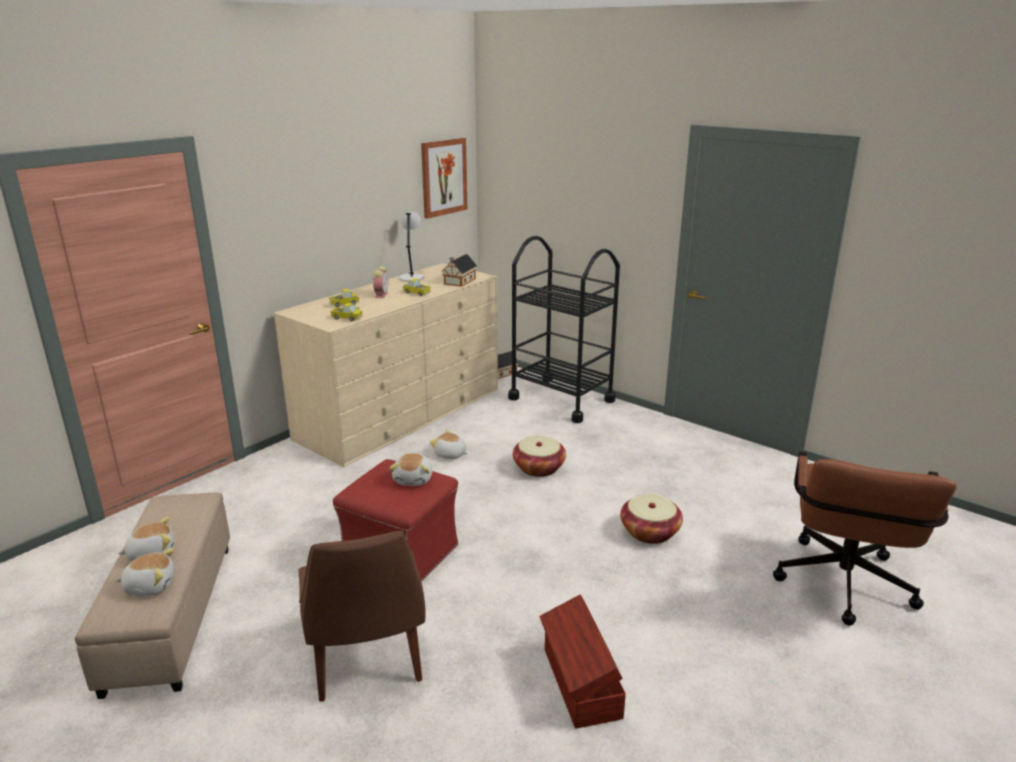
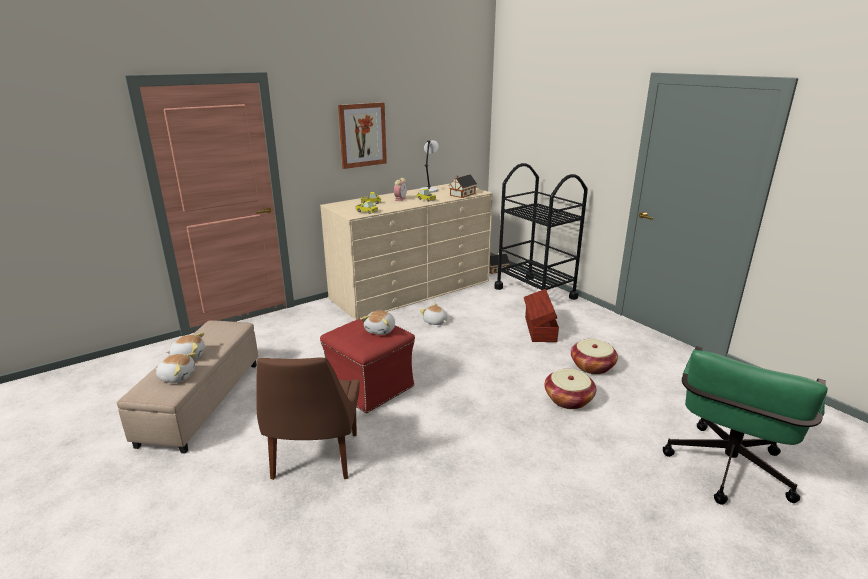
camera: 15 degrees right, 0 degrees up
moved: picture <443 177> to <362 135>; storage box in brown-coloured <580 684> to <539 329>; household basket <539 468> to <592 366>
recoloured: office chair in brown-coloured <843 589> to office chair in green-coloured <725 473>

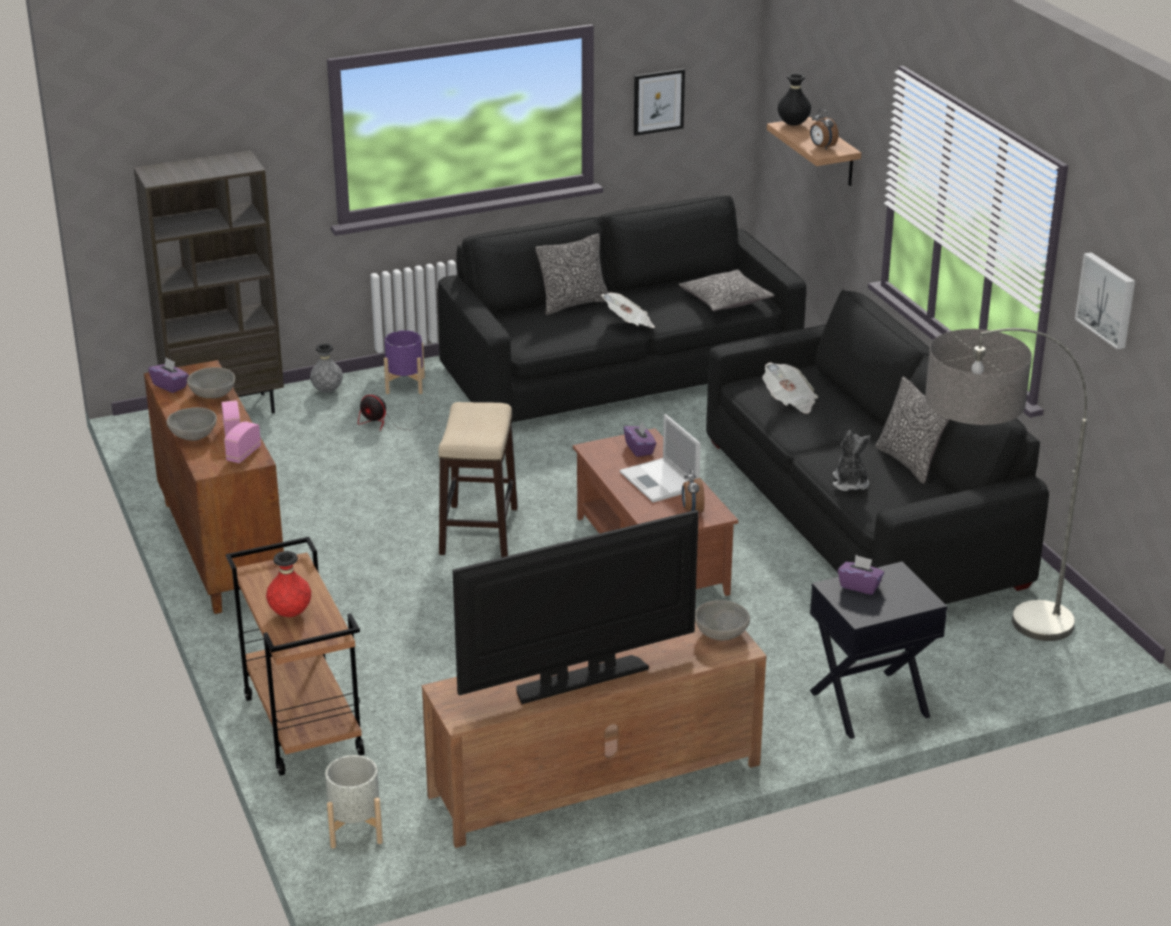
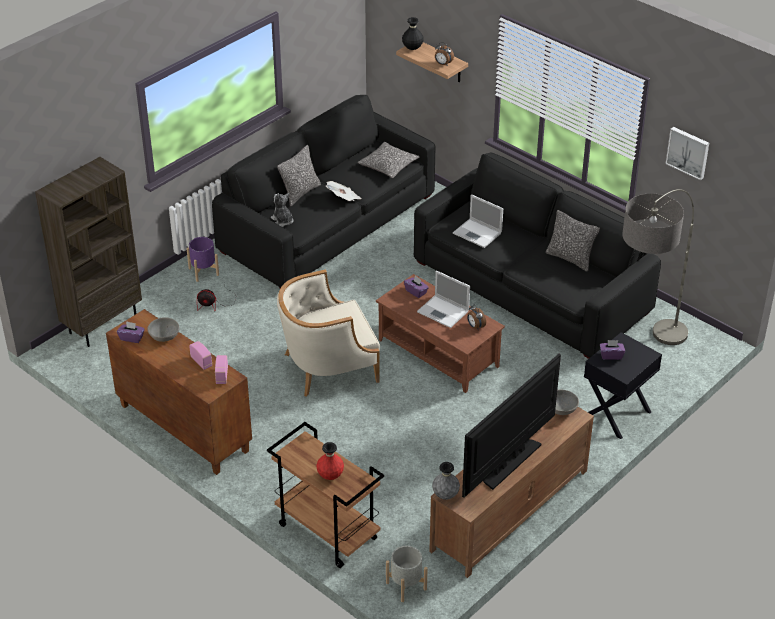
camera: 25 degrees left, 10 degrees up
removed: serving bowl in greyish <193 436>; picture <658 101>
moved: soft toy <850 483> to <282 221>; decorative vase in greyish <327 391> to <445 495>
replaced: sitting stool <479 530> to armchair in sand-coloured <328 366>; newspaper <789 401> to notebook computer <478 233>

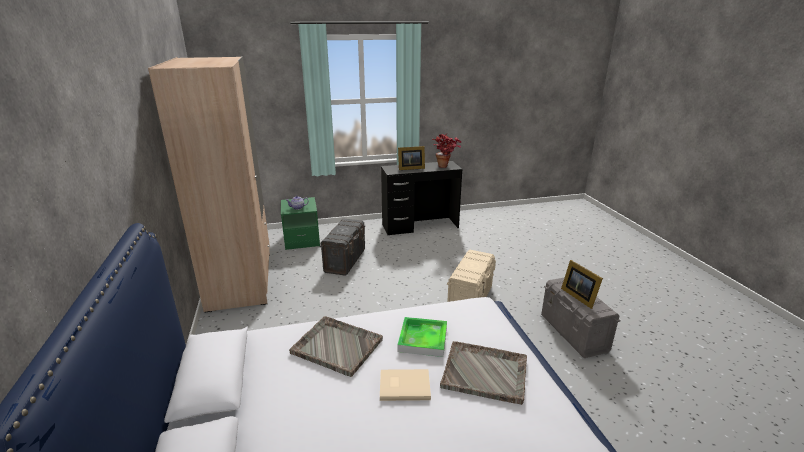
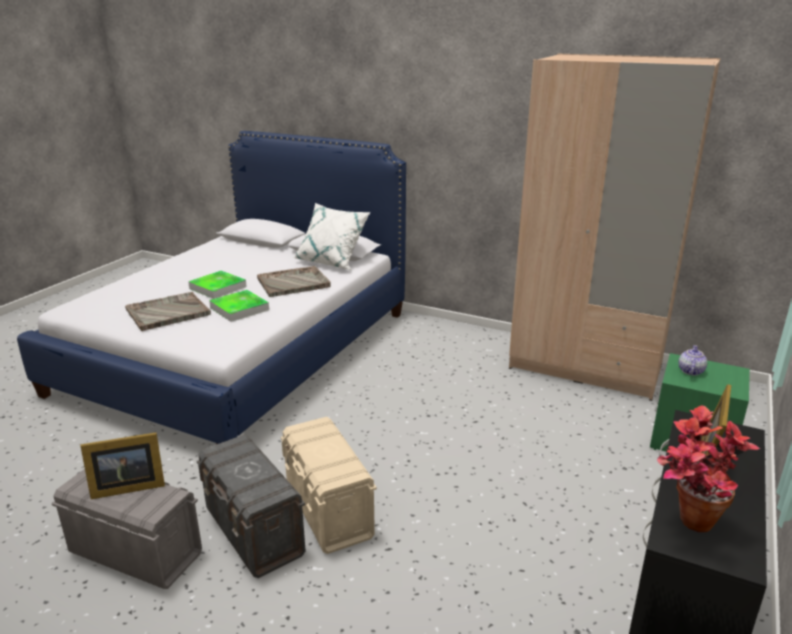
camera: 130 degrees right, 0 degrees up
added: cushion in whitish <332 262>
moved: storage box in greyish <345 260> to <254 532>
replaced: bound book in sand-coloured <404 385> to serving tray <218 287>
turned: picture frame <578 296> = <126 487> 150 degrees clockwise

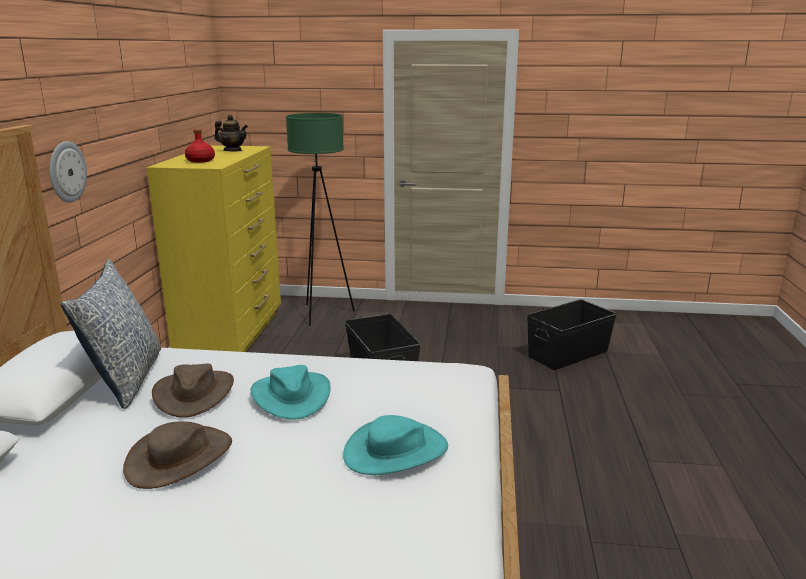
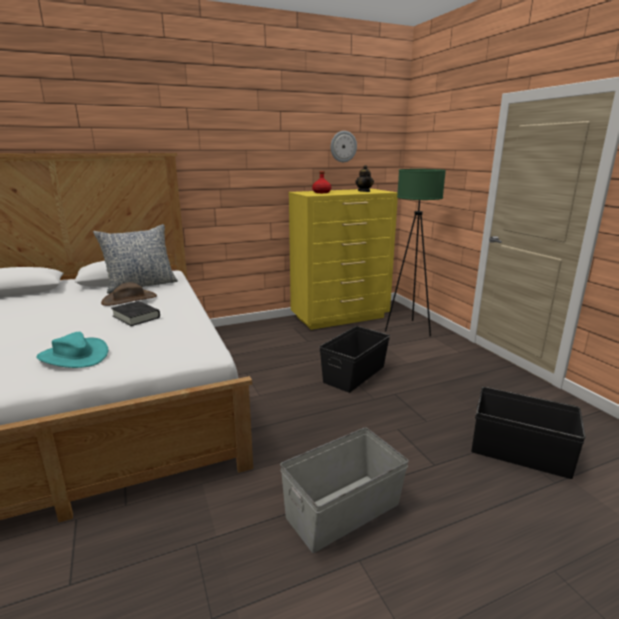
camera: 60 degrees right, 0 degrees up
removed: clothing hat in brown-coloured <180 457>
added: storage box in greyish <344 510>
moved: clock on the wall <66 172> to <343 146>
replaced: clothing hat in turquoise <291 396> to bound book in black-coloured <136 317>

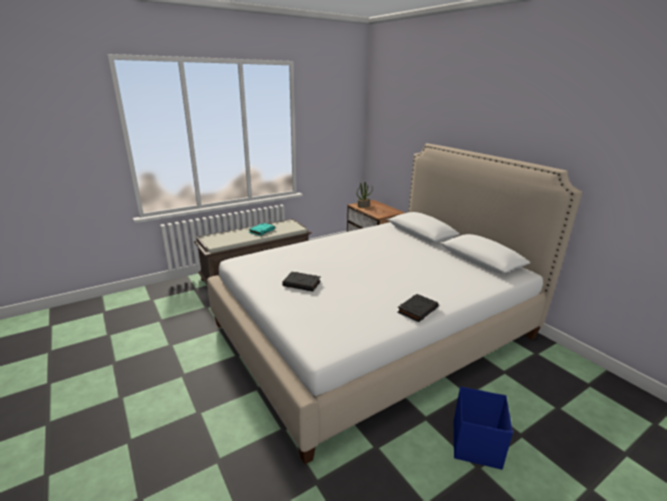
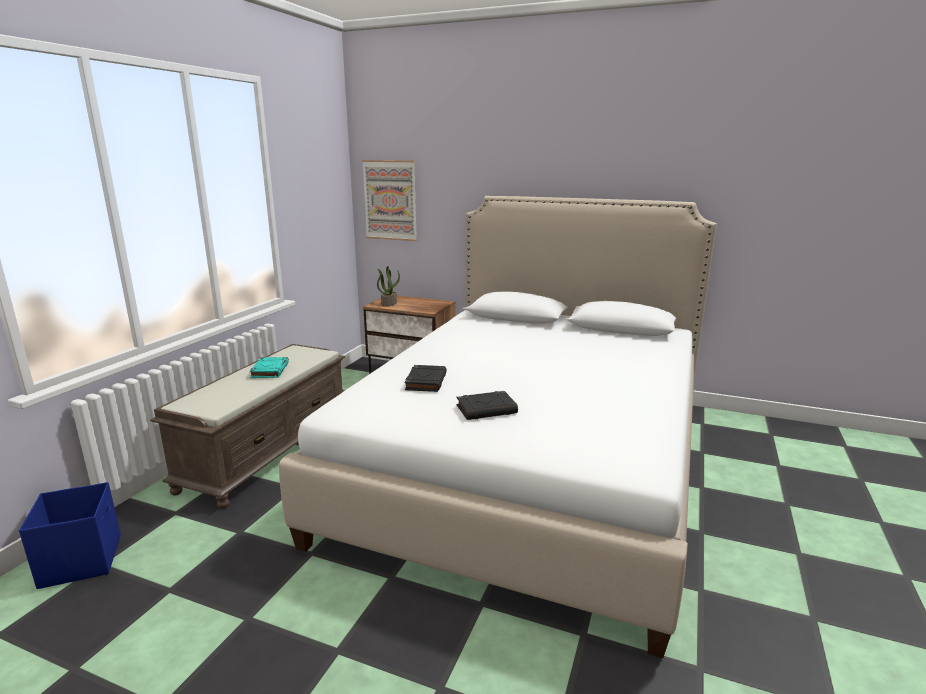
camera: 35 degrees left, 5 degrees down
added: picture <390 200>
moved: storage box in bluish <476 443> to <82 560>; bound book in black-coloured <417 310> to <426 381>

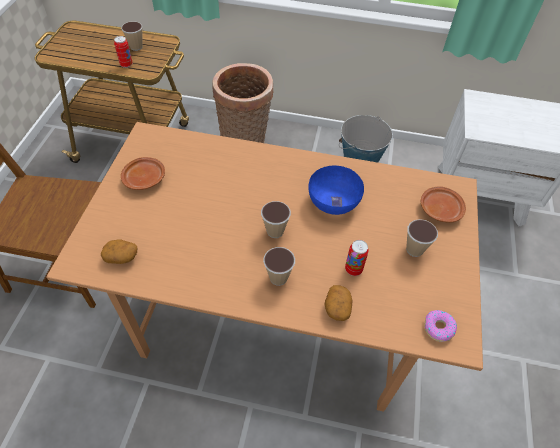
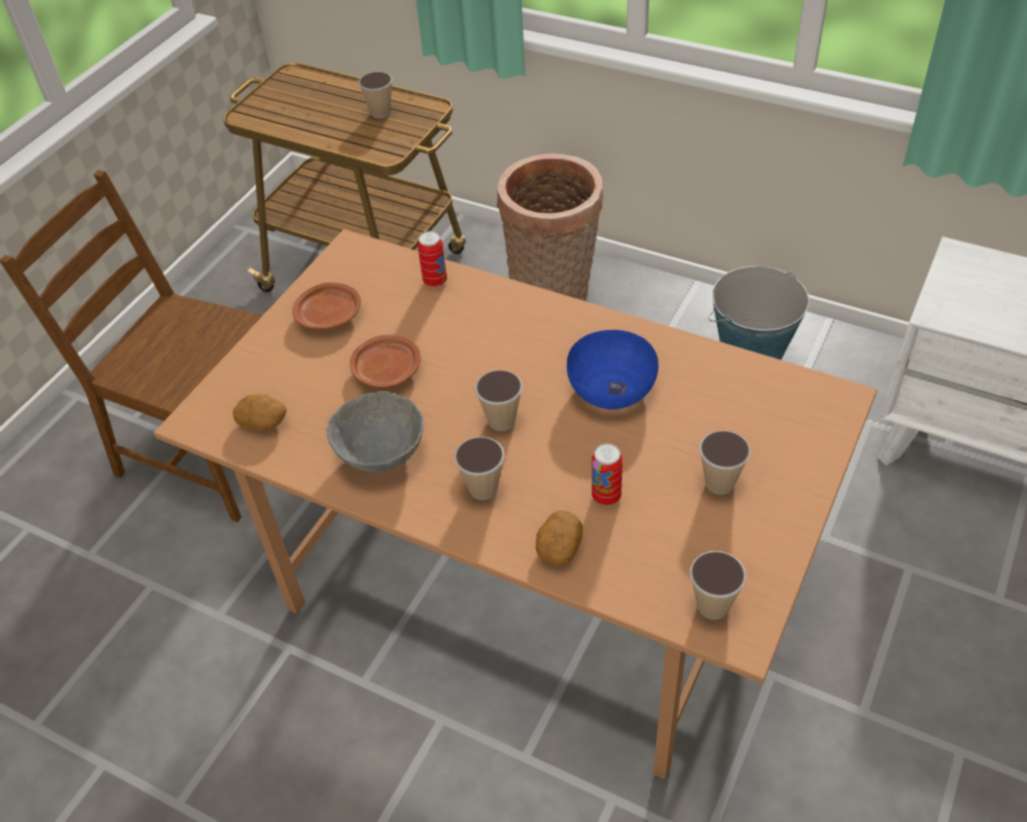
camera: 20 degrees right, 5 degrees down
added: serving bowl in greyish <381 454>
moved: dinner plate in brown-coloured <440 209> to <387 370>; sealed can <126 64> to <435 281>
replaced: doughnut <438 328> to cup <712 606>

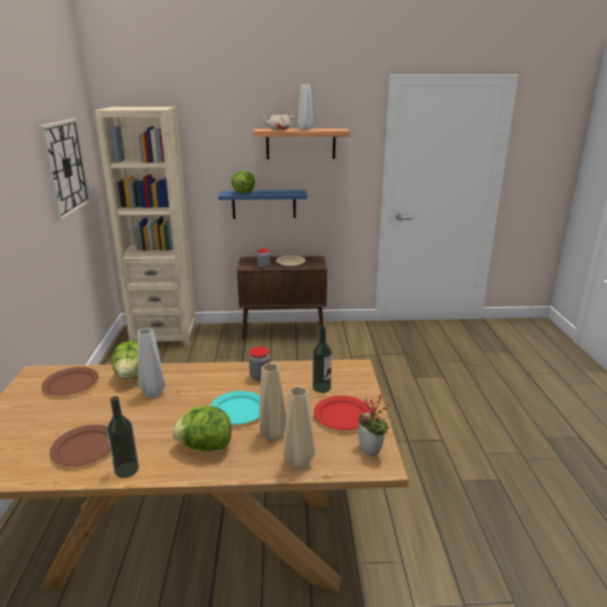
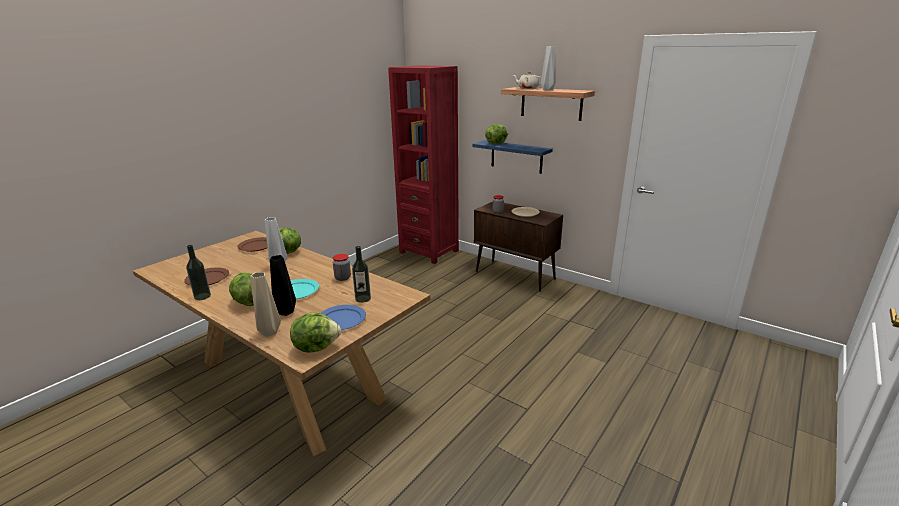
camera: 40 degrees right, 0 degrees up
removed: clock on the wall <65 167>
replaced: potted plant <372 450> to lettuce <316 347>
recoloured: decorative vase in sand-coloured <271 436> to decorative vase in black-coloured <285 312>; dinner plate in red-coloured <343 415> to dinner plate in bluish <341 320>; shelving unit in sand-coloured <164 335> to shelving unit in red-coloured <429 251>

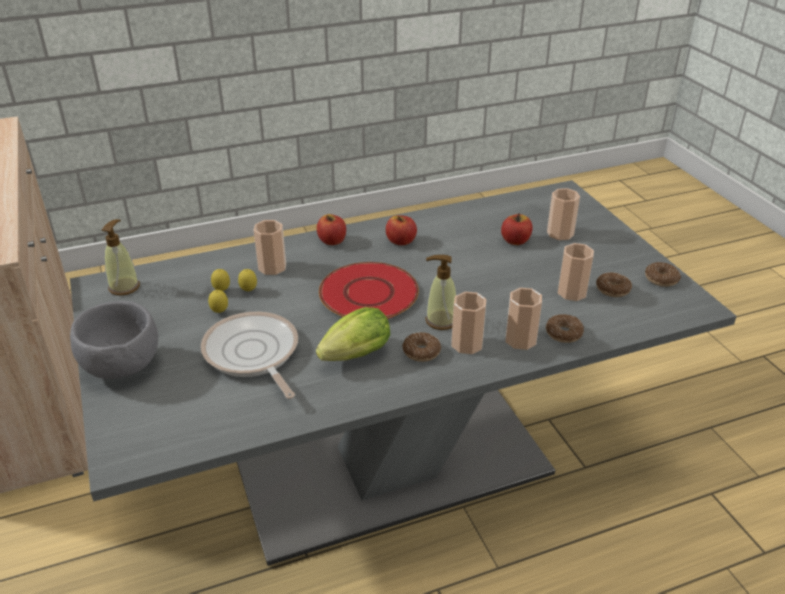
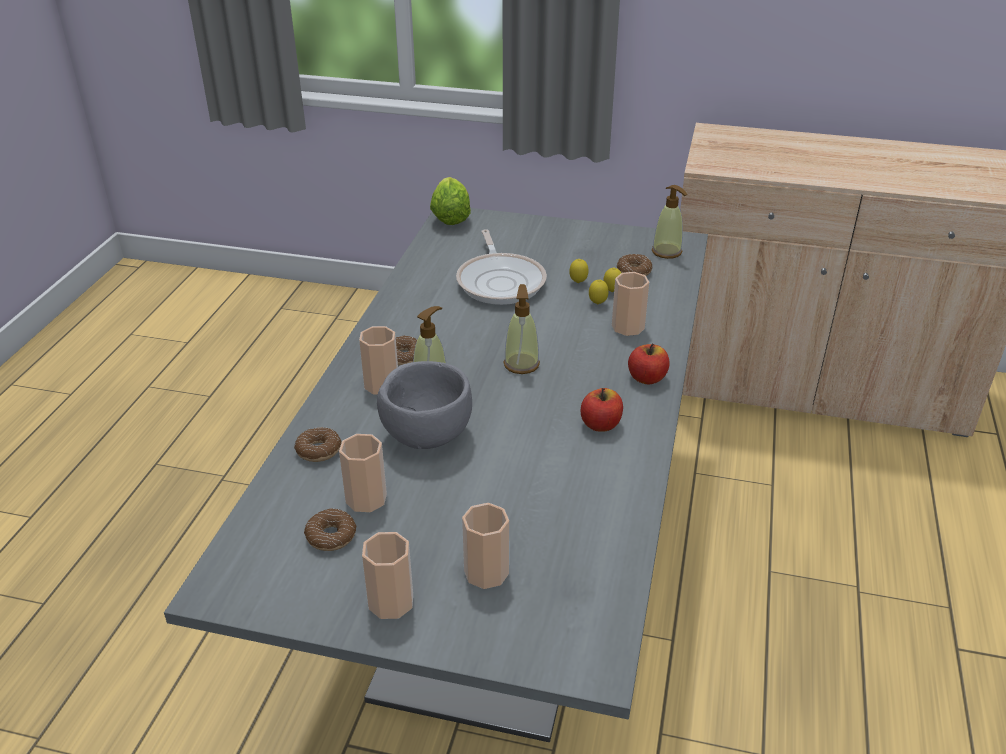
camera: 125 degrees right, 0 degrees up
removed: apple <515 241>
moved: cup <520 340> to <391 602>; serving bowl in greyish <121 367> to <427 434>; lettuce <352 357> to <450 216>; doughnut <661 279> to <634 271>
replaced: dinner plate in red-coloured <369 293> to liquid soap bottle <521 364>
turned: frying pan <252 354> = <501 281> 75 degrees clockwise

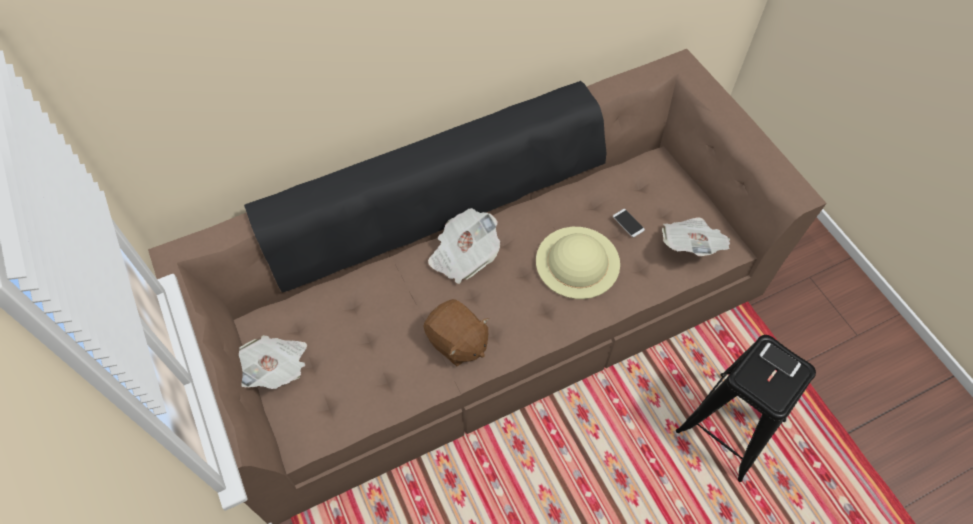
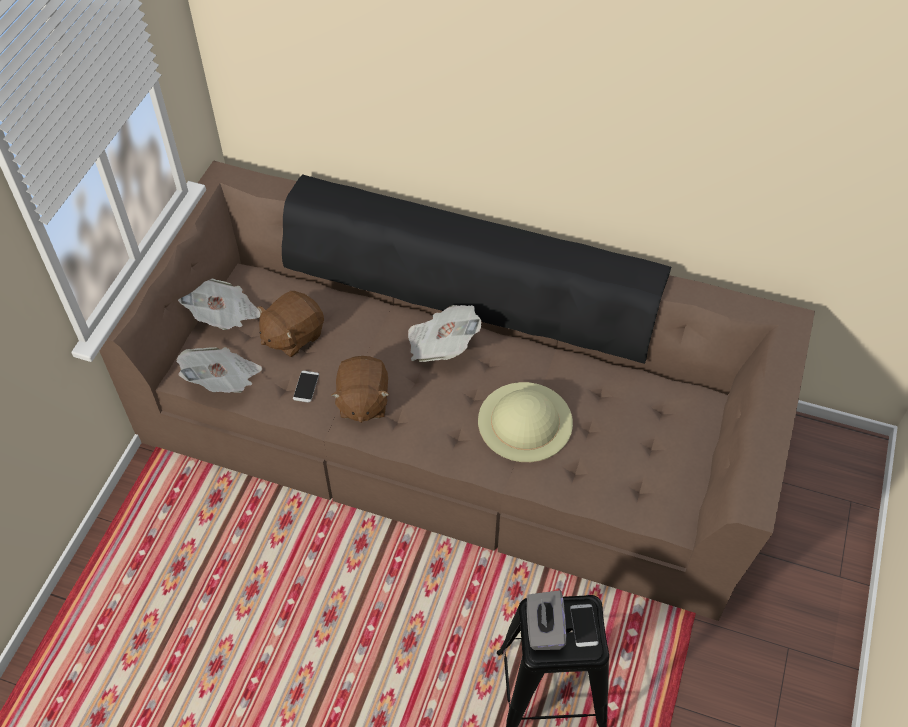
camera: 45 degrees right, 5 degrees down
added: soft toy in brown-coloured <292 335>; tissue box in greyish <544 629>
moved: newspaper <690 245> to <224 381>; phone <628 223> to <306 387>

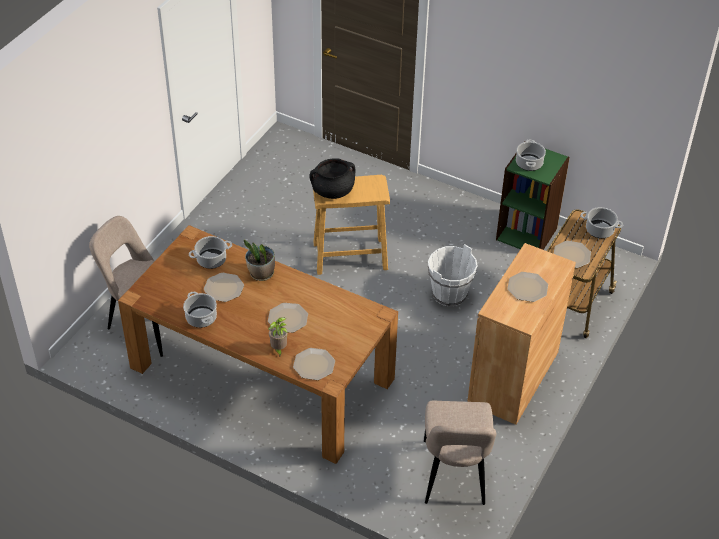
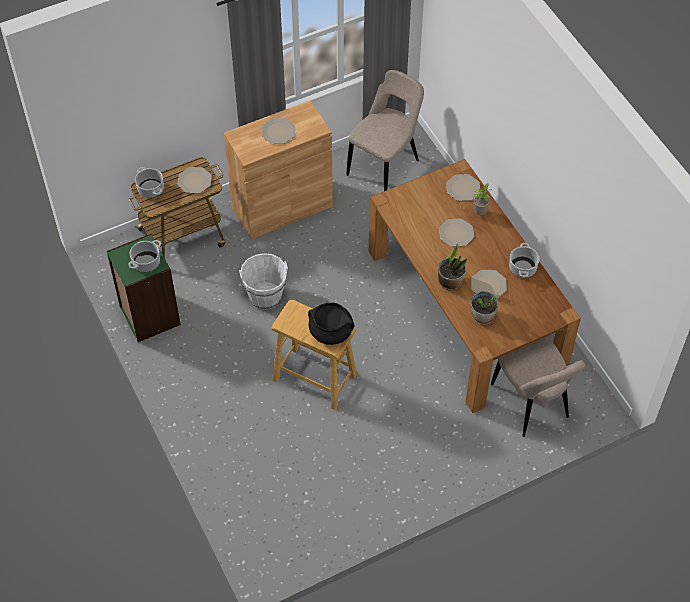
camera: 145 degrees left, 10 degrees up
replaced: saucepot <211 260> to potted plant <482 316>

